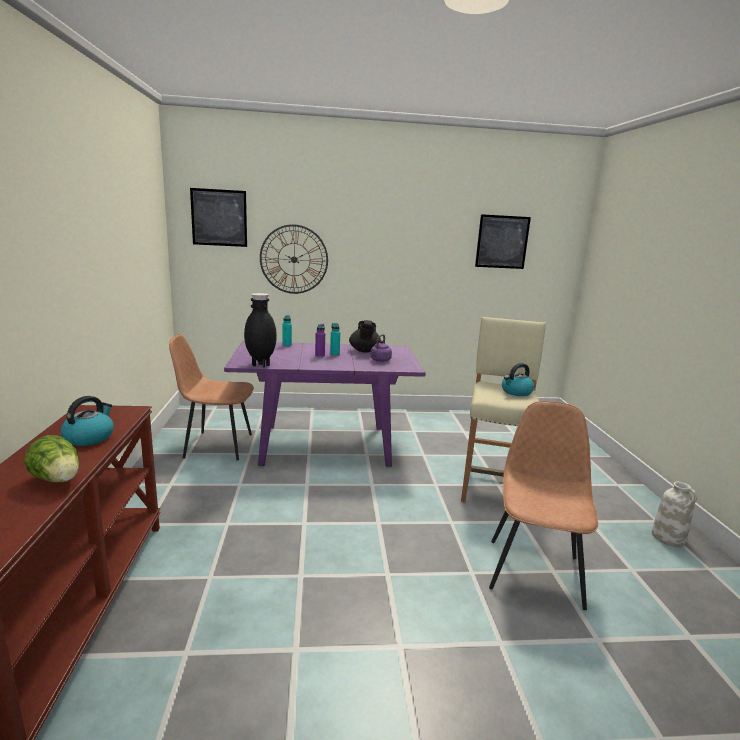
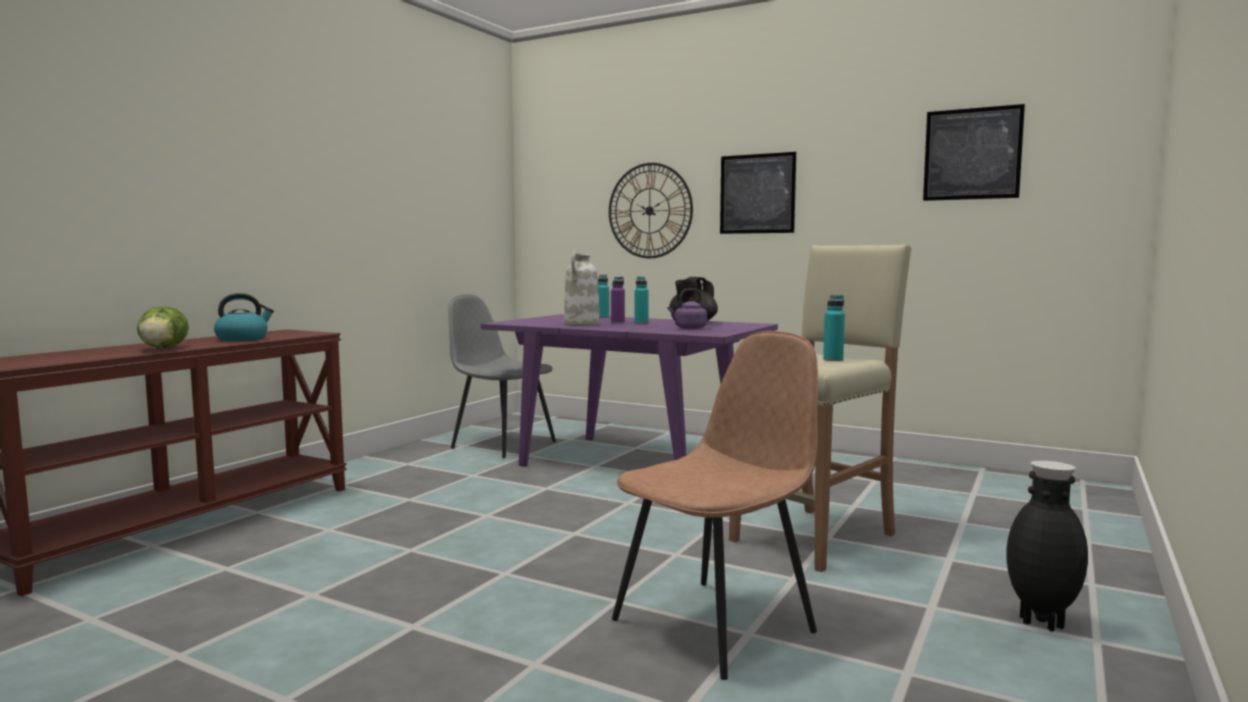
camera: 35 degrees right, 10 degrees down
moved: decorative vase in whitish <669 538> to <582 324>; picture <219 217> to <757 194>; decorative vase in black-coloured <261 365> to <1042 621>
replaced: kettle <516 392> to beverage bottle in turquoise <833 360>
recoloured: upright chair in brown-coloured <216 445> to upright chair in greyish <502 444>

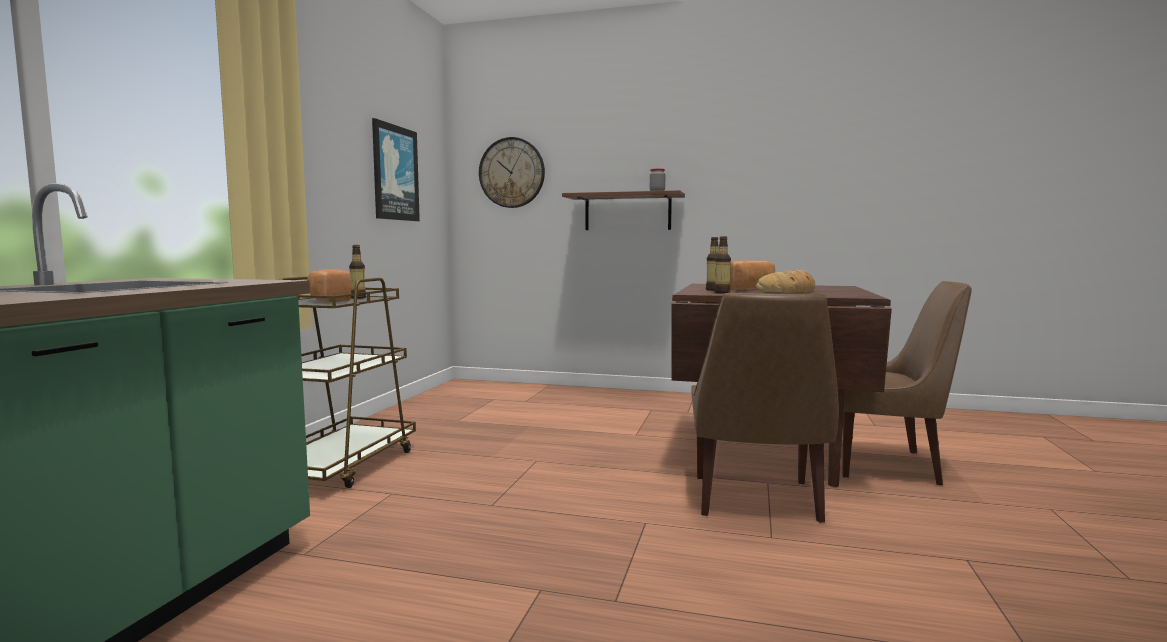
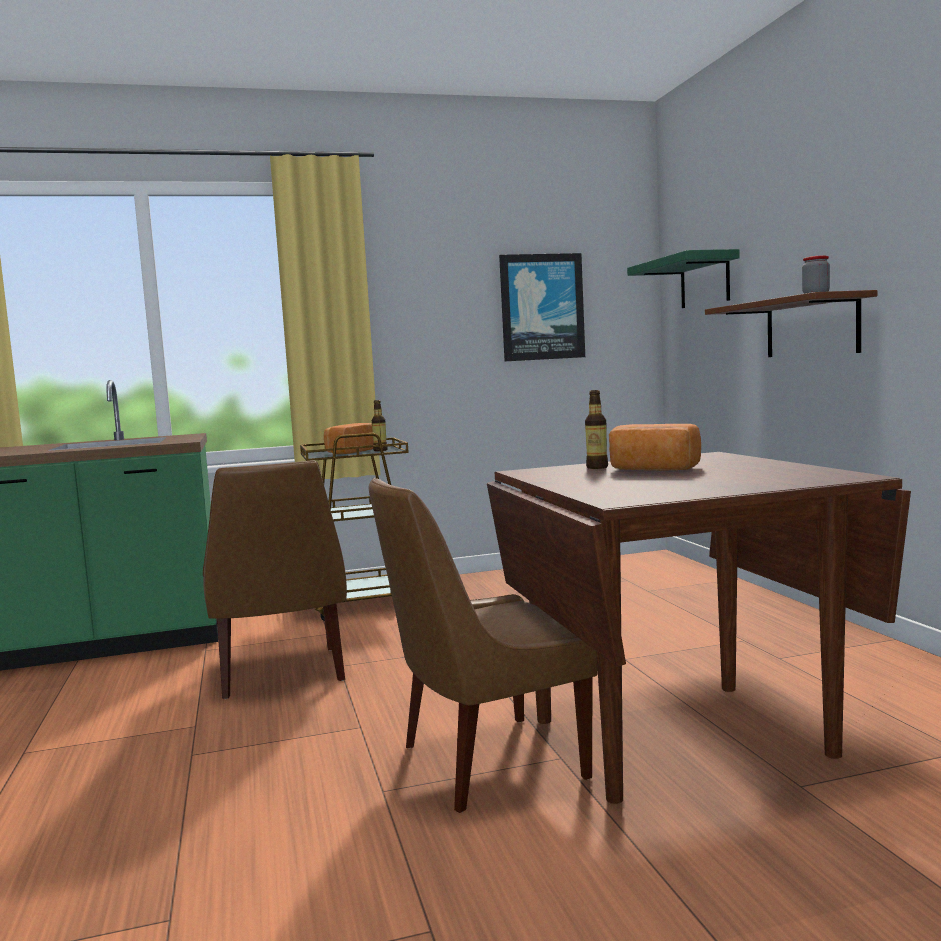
camera: 60 degrees right, 0 degrees up
removed: beverage bottle <722 293>; baked bread <789 291>
moved: upright chair in brown-coloured <887 465> to <281 674>
replaced: clock on the wall <512 173> to wall shelf in green-coloured <705 281>

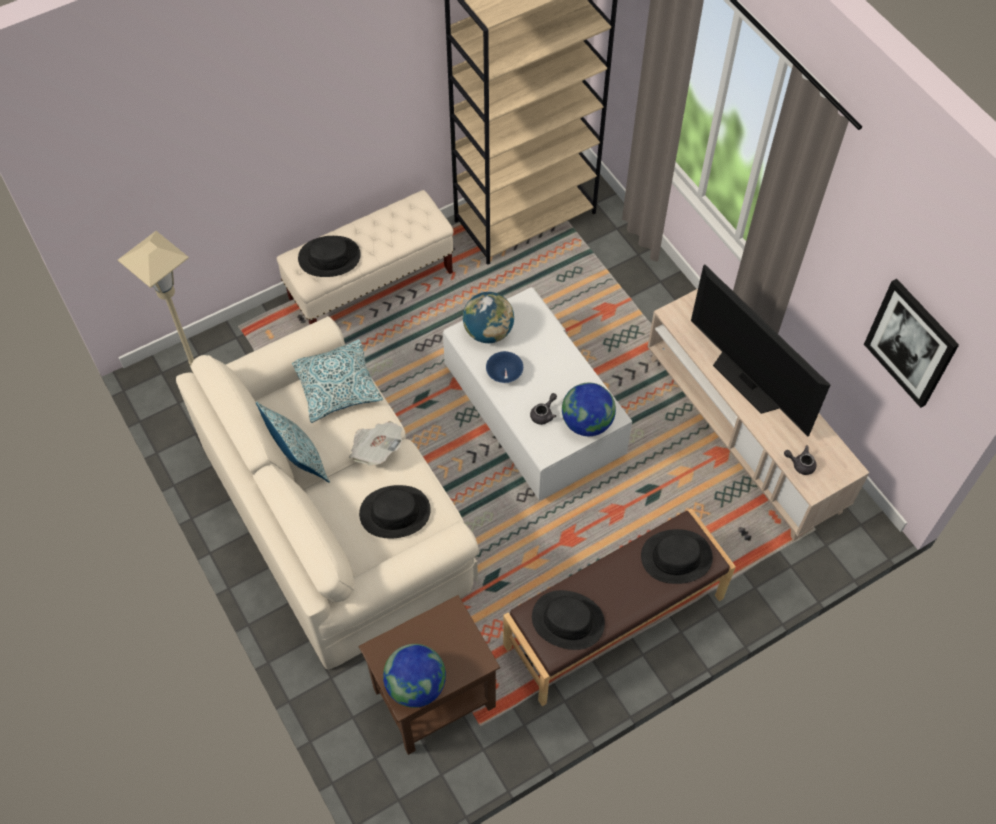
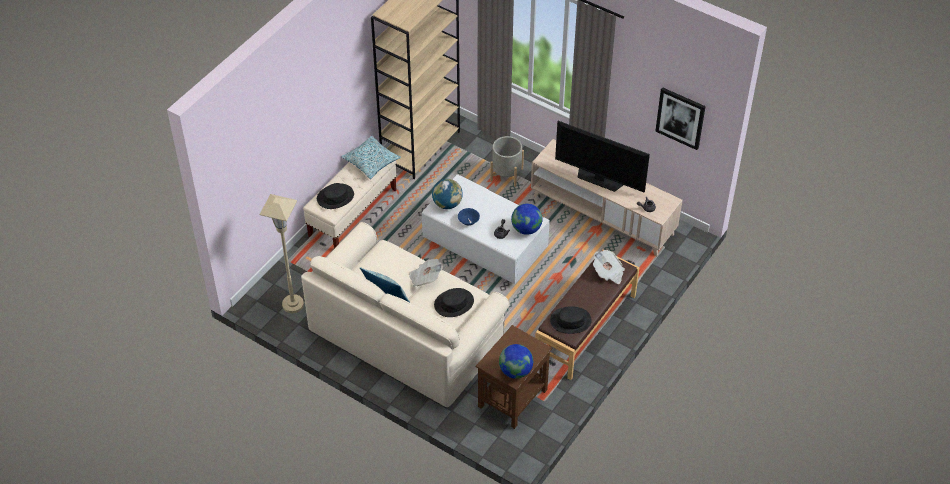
camera: 25 degrees left, 10 degrees down
added: plant pot in greyish <506 174>
moved: cushion <337 386> to <371 162>
replaced: clothing hat in black-coloured <676 557> to newspaper <608 273>

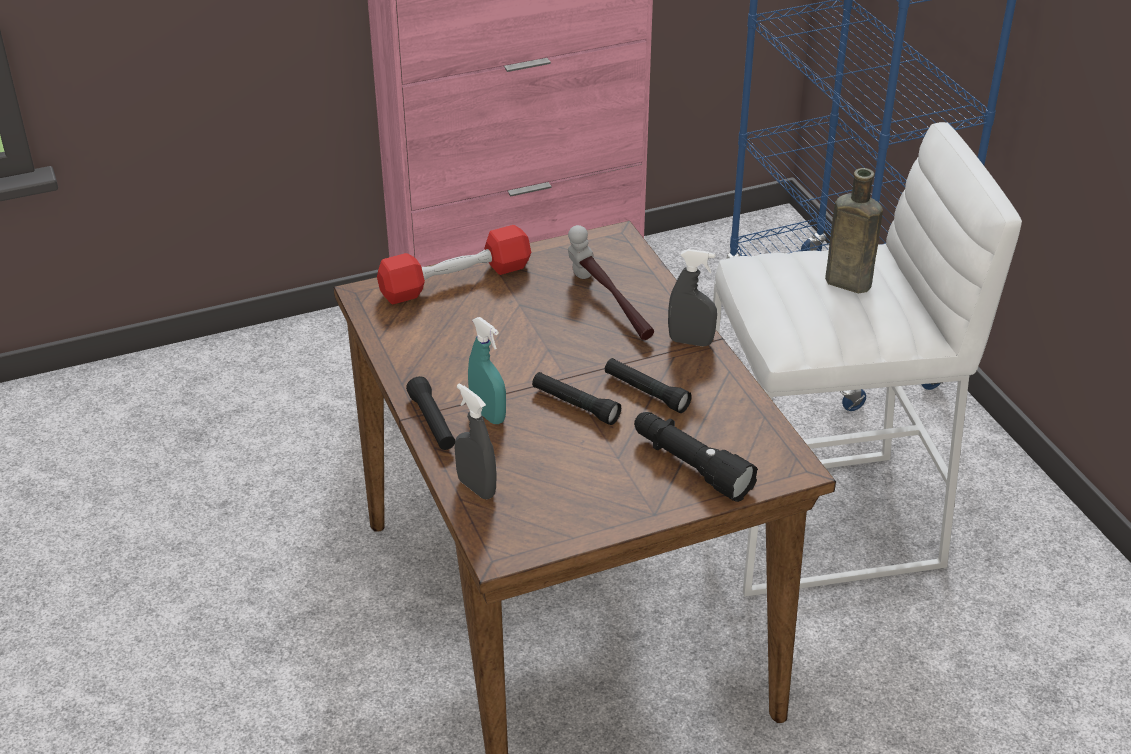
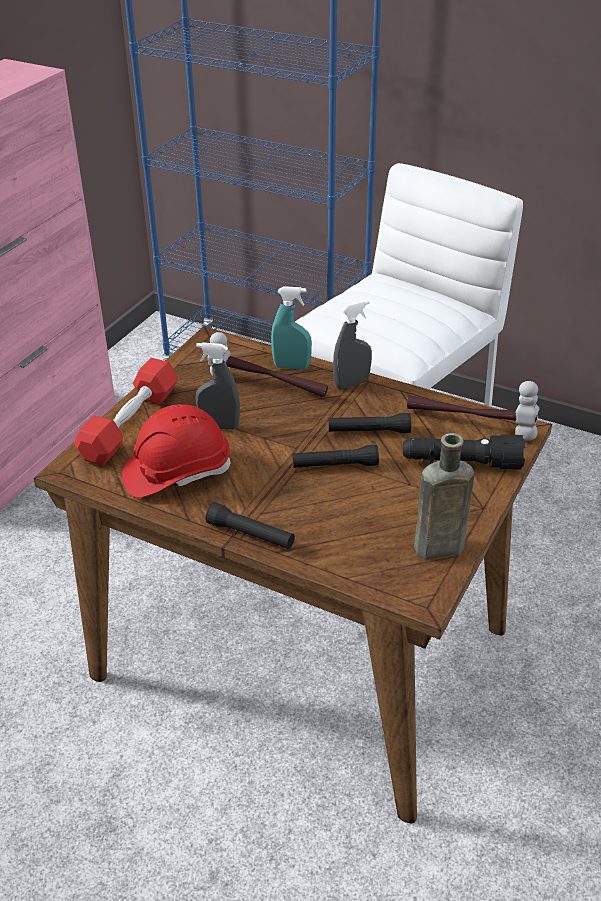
camera: 40 degrees left, 0 degrees up
added: work helmet in red-coloured <177 472>; tool hammer <471 423>
moved: spray bottle in greyish <476 487> to <219 426>; spray bottle in turquoise <488 414> to <291 366>; beverage bottle in brown-coloured <844 282> to <435 548>

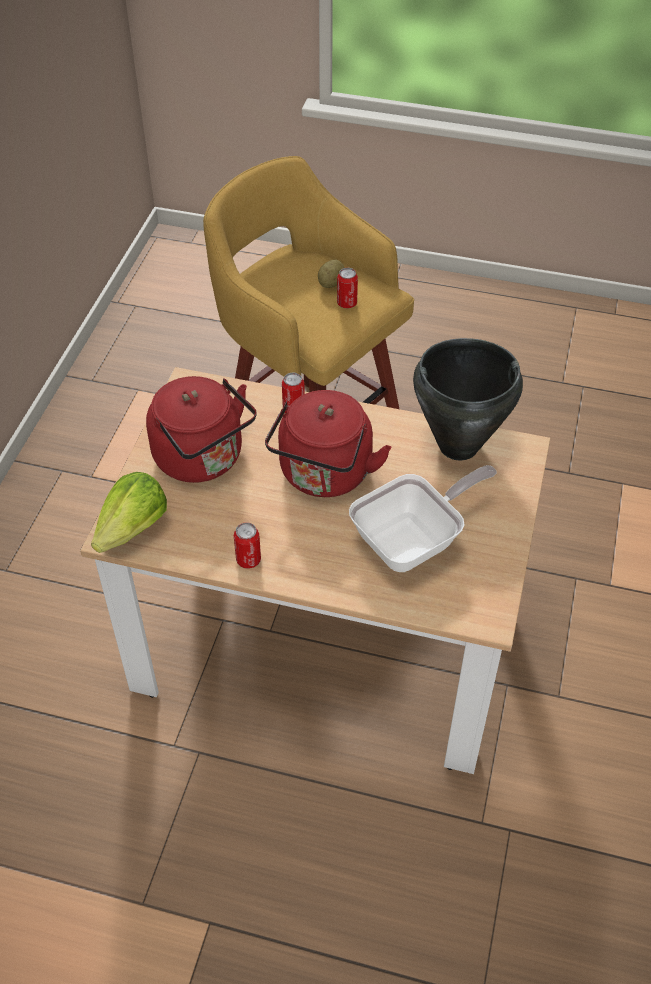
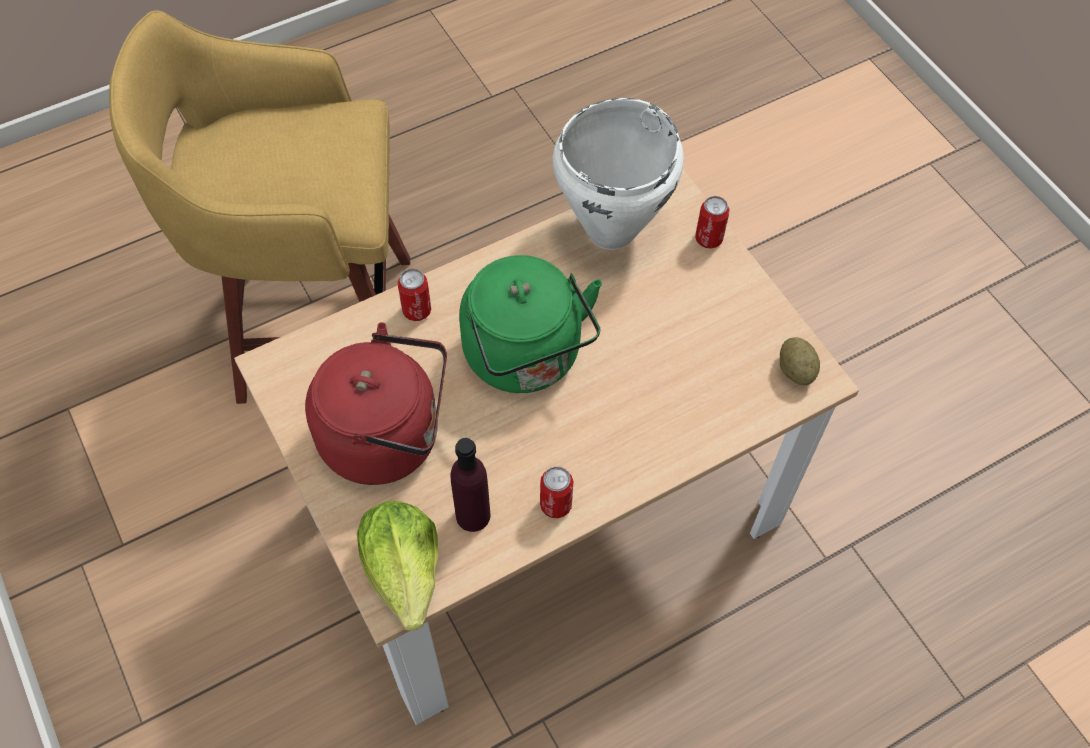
camera: 45 degrees left, 10 degrees up
removed: frying pan <414 541>
added: beverage bottle in purple <473 515>
moved: sealed can <347 303> to <708 239>; whole potato <331 283> to <795 370>
recoloured: kettle in red-coloured <324 476> to kettle in green-coloured <526 358>; saucepot in black-coloured <457 445> to saucepot in whitish <609 230>

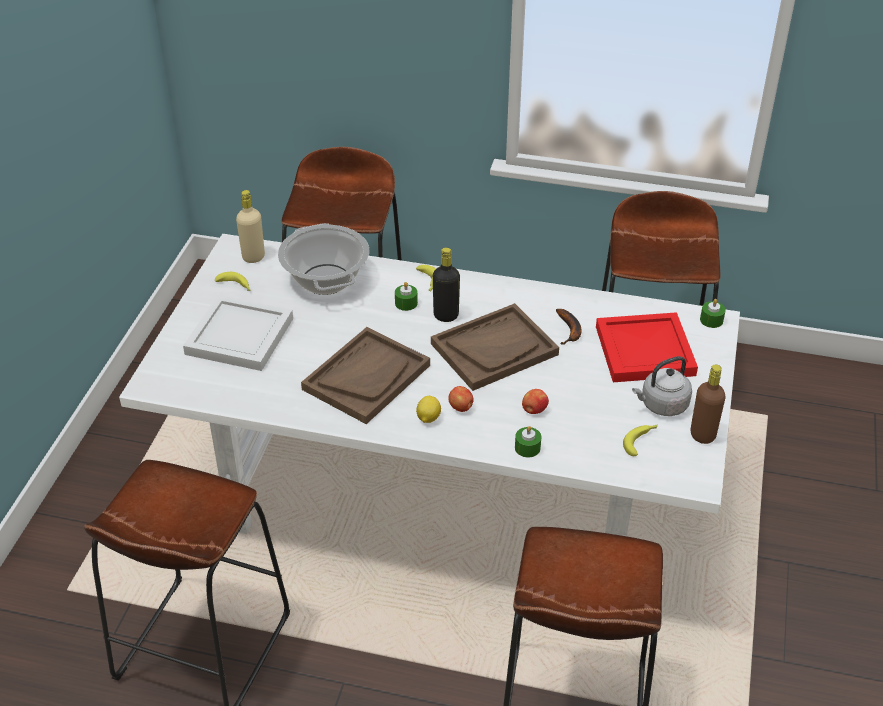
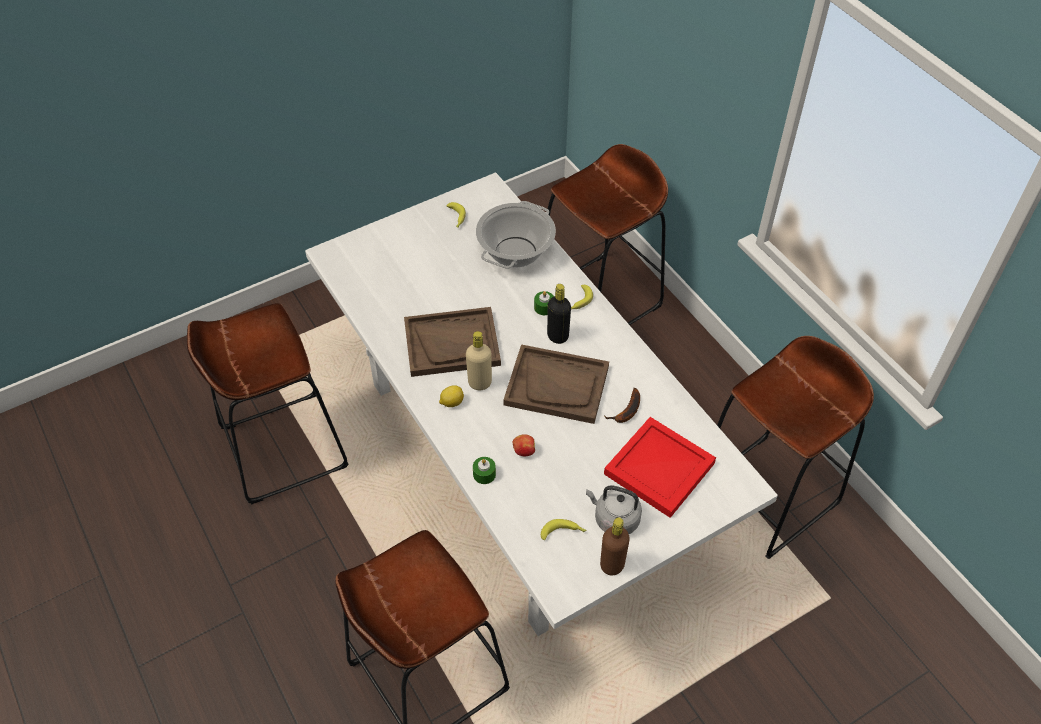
camera: 45 degrees right, 10 degrees up
removed: serving tray in whitish <240 337>; apple <461 407>; wax candle in green-coloured <711 320>
moved: beverage bottle in sand-coloured <253 257> to <480 383>

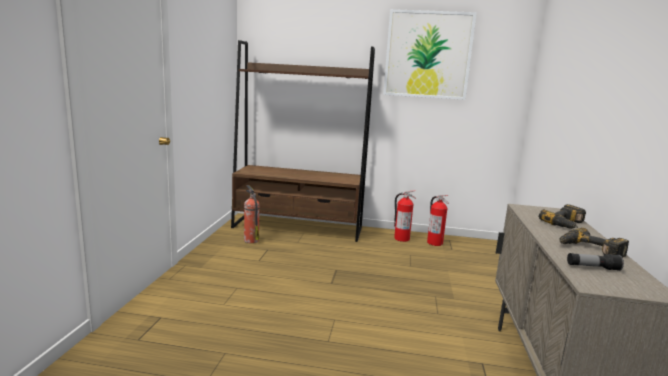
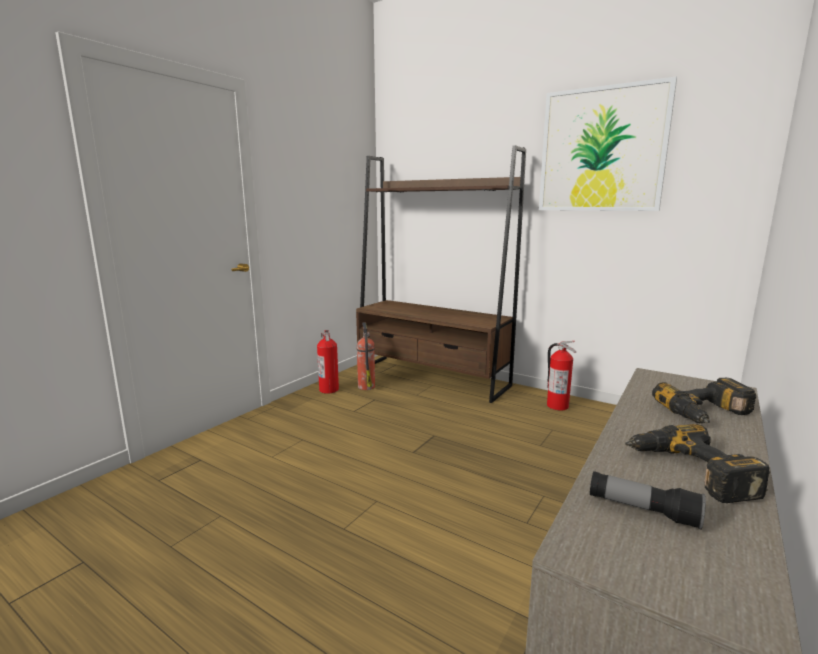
camera: 25 degrees right, 0 degrees up
moved: extinguisher <434 243> to <329 389>

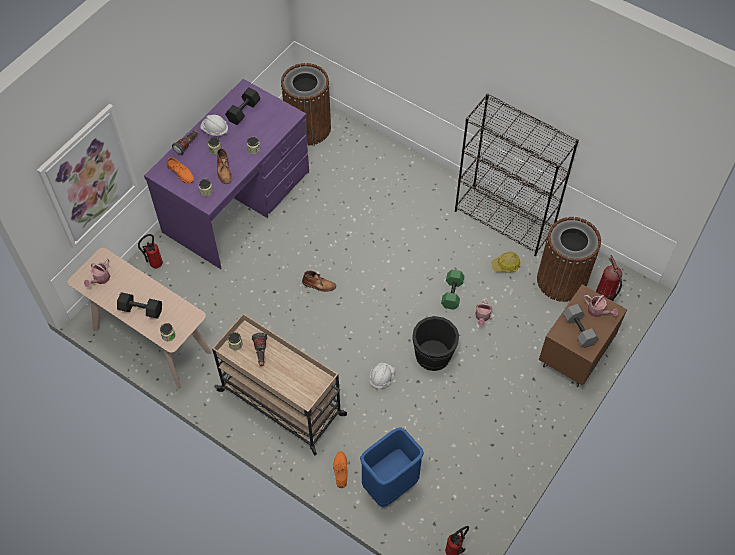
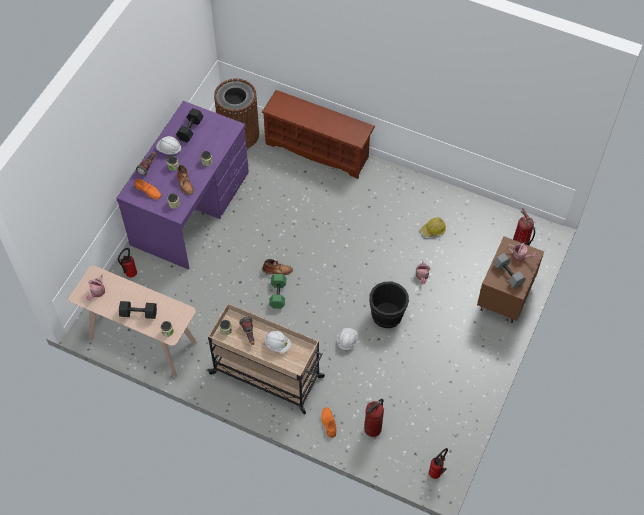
camera: 10 degrees left, 0 degrees up
removed: picture <89 177>; shelving unit in black-coloured <504 221>; rubbish bin in brown-coloured <561 280>
added: shoe shelf in brown-coloured <318 150>; work helmet in whitish <277 344>
moved: hand weight in green-coloured <451 293> to <277 294>
replaced: rubbish bin in bluish <390 485> to extinguisher <373 429>

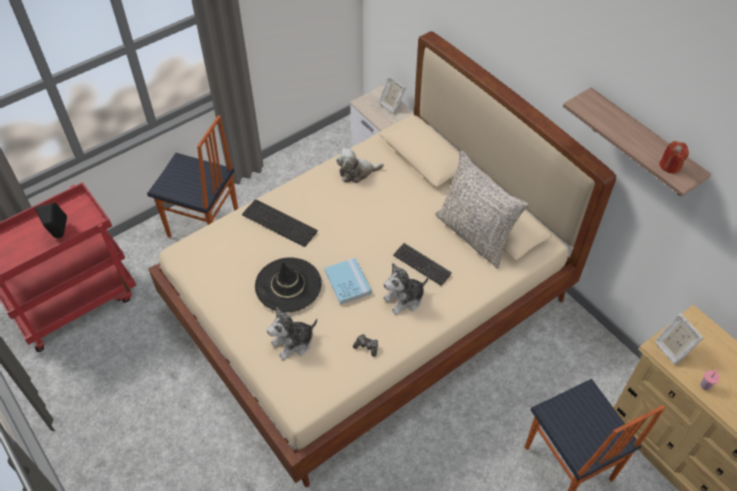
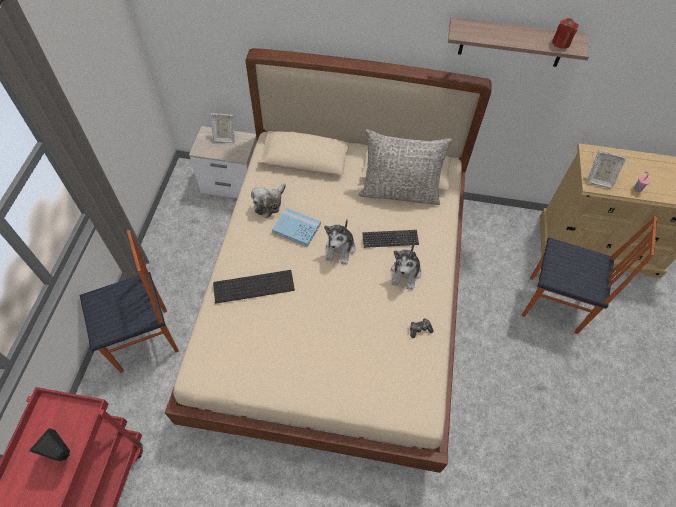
camera: 45 degrees left, 5 degrees up
removed: clothing hat in black-coloured <288 285>
moved: bound book in bluish <347 282> to <296 228>; soft toy <293 343> to <340 249>

